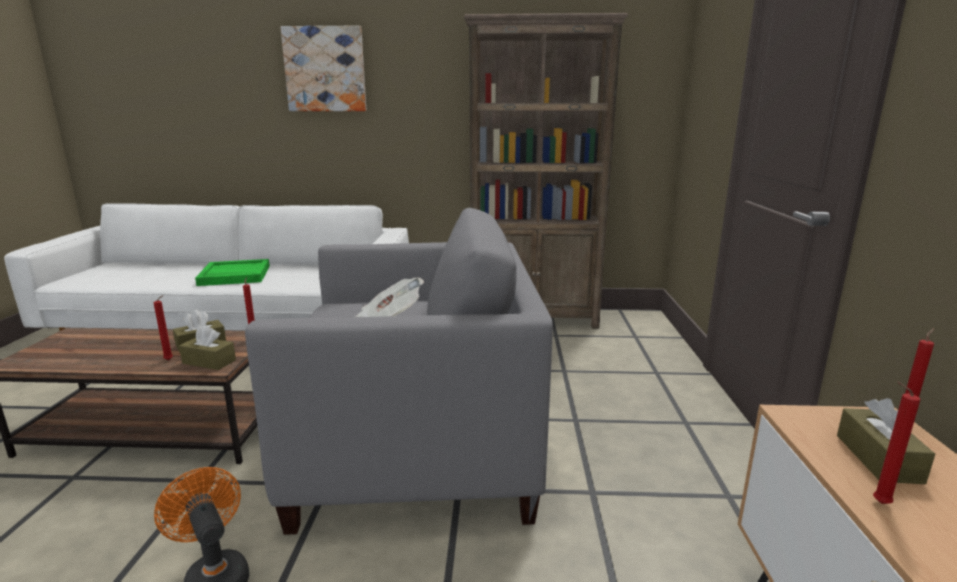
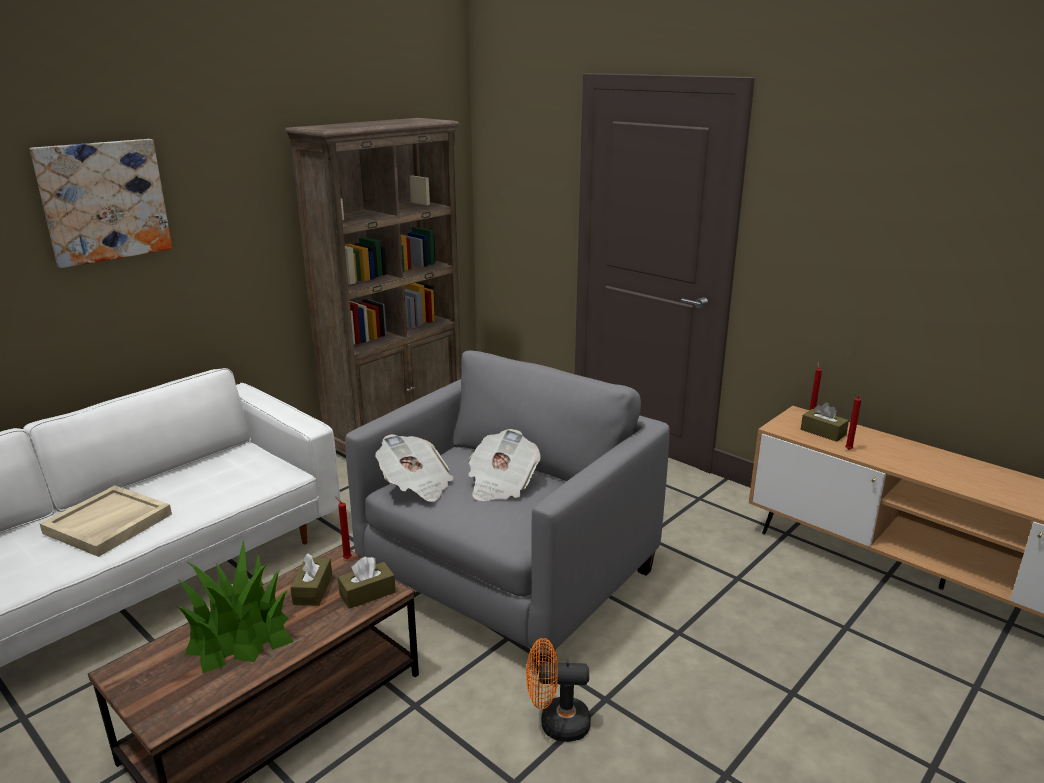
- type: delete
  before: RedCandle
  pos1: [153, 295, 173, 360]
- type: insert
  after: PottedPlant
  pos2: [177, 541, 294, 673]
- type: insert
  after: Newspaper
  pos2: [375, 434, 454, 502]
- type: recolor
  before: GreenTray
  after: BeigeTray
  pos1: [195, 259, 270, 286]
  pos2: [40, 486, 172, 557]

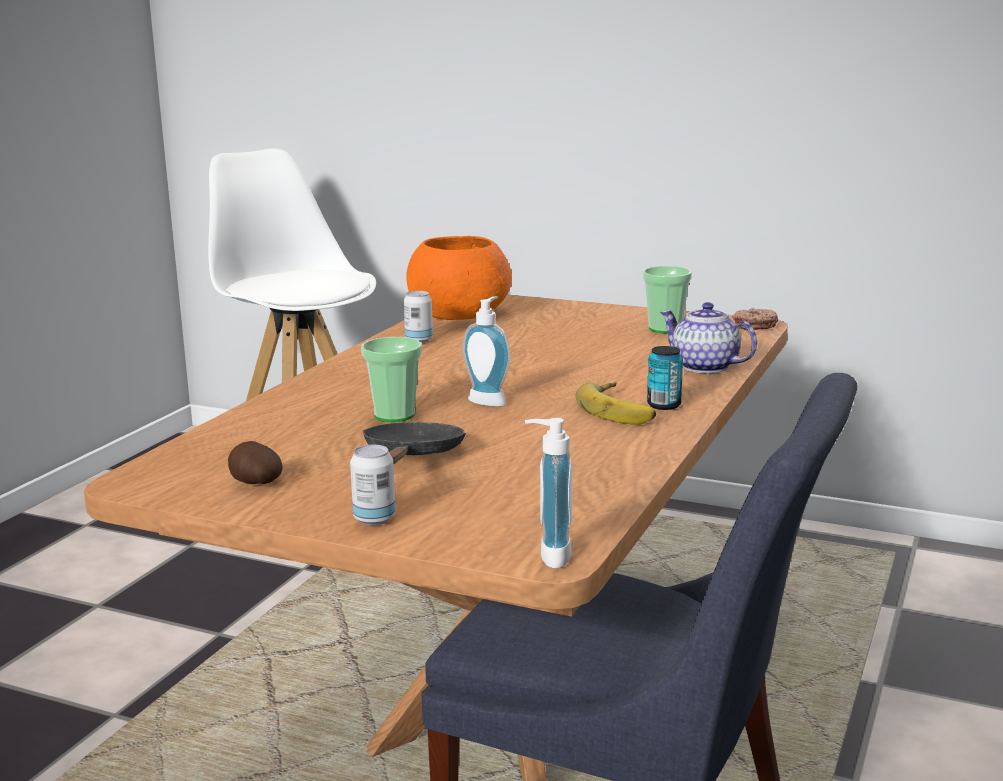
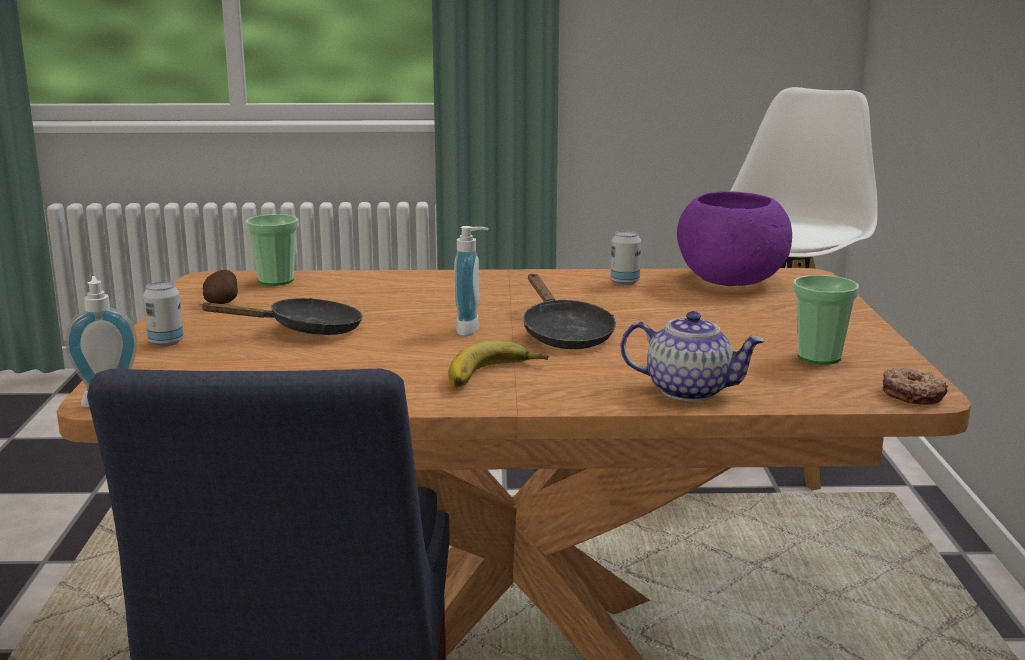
- type: delete
  before: Can
  pos1: [647, 346, 683, 410]
- type: insert
  after: BlackFryingPan
  pos2: [523, 274, 616, 349]
- type: move
  before: Cup
  pos1: [361, 337, 422, 422]
  pos2: [246, 214, 299, 286]
- type: recolor
  before: OrangeBowl
  after: PurpleBowl
  pos1: [406, 236, 512, 320]
  pos2: [677, 191, 792, 286]
- type: rotate
  before: Teapot
  pos1: [660, 302, 757, 373]
  pos2: [620, 311, 765, 402]
  turn: 90

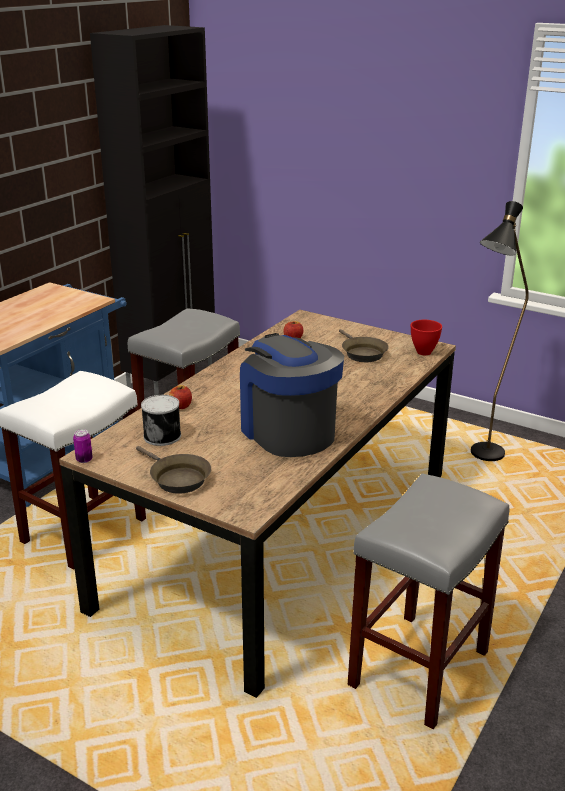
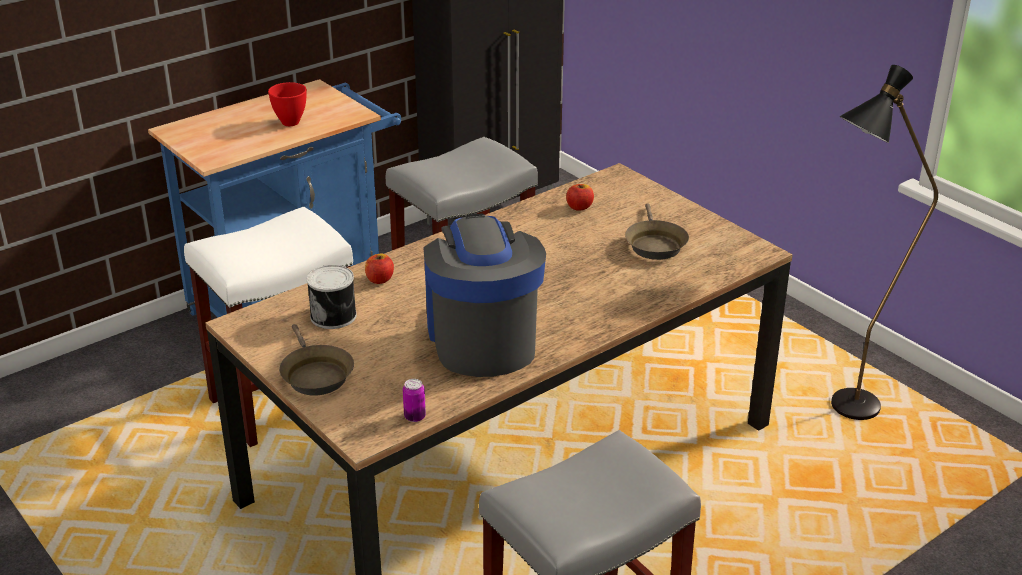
- type: move
  before: Can
  pos1: [73, 429, 93, 463]
  pos2: [403, 379, 426, 422]
- type: move
  before: RedBowl
  pos1: [411, 320, 442, 355]
  pos2: [268, 82, 307, 126]

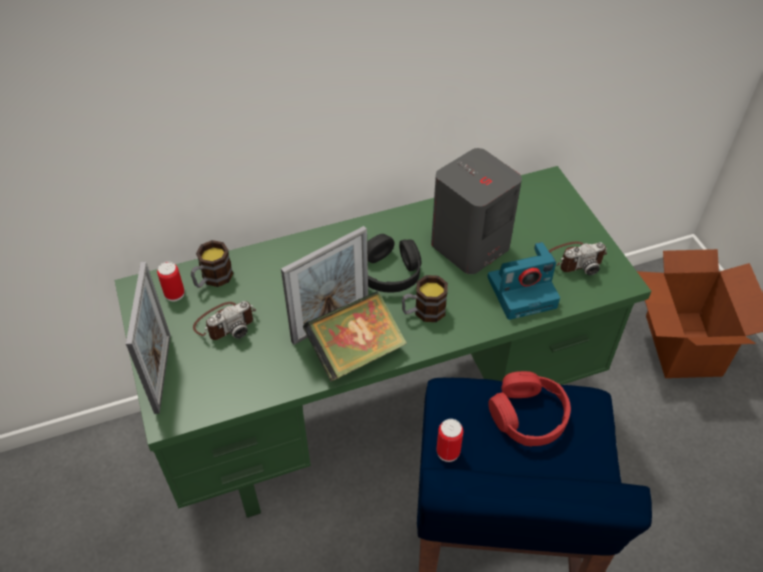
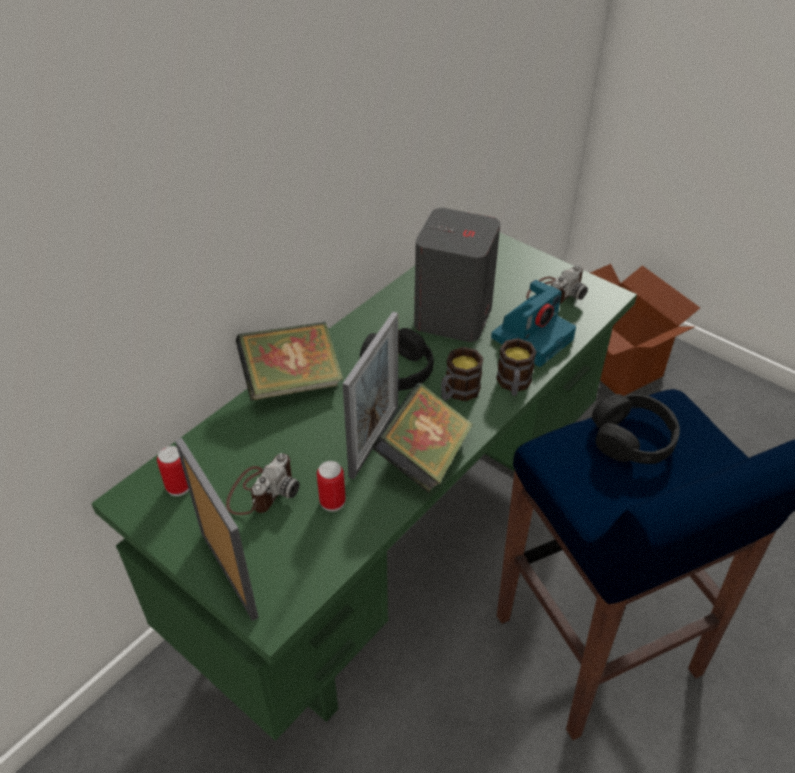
- type: insert
  after: Book
  pos2: [236, 322, 343, 401]
- type: move
  before: Mug
  pos1: [191, 240, 234, 288]
  pos2: [496, 338, 537, 396]
- type: move
  before: Can
  pos1: [436, 419, 463, 462]
  pos2: [317, 461, 346, 512]
- type: recolor
  before: RedHeadphones
  after: BlackHeadphones
  pos1: [488, 371, 571, 446]
  pos2: [592, 394, 680, 464]

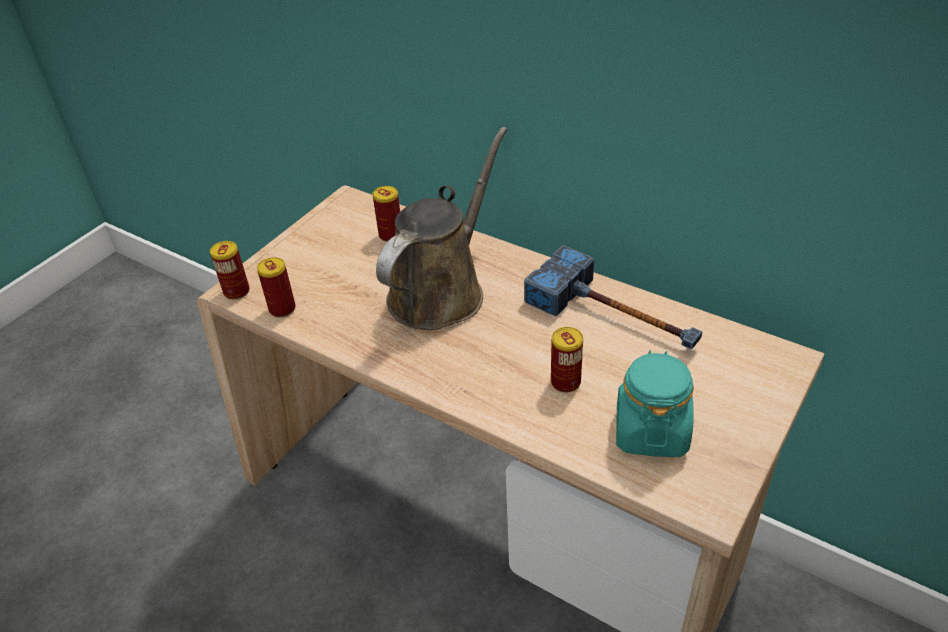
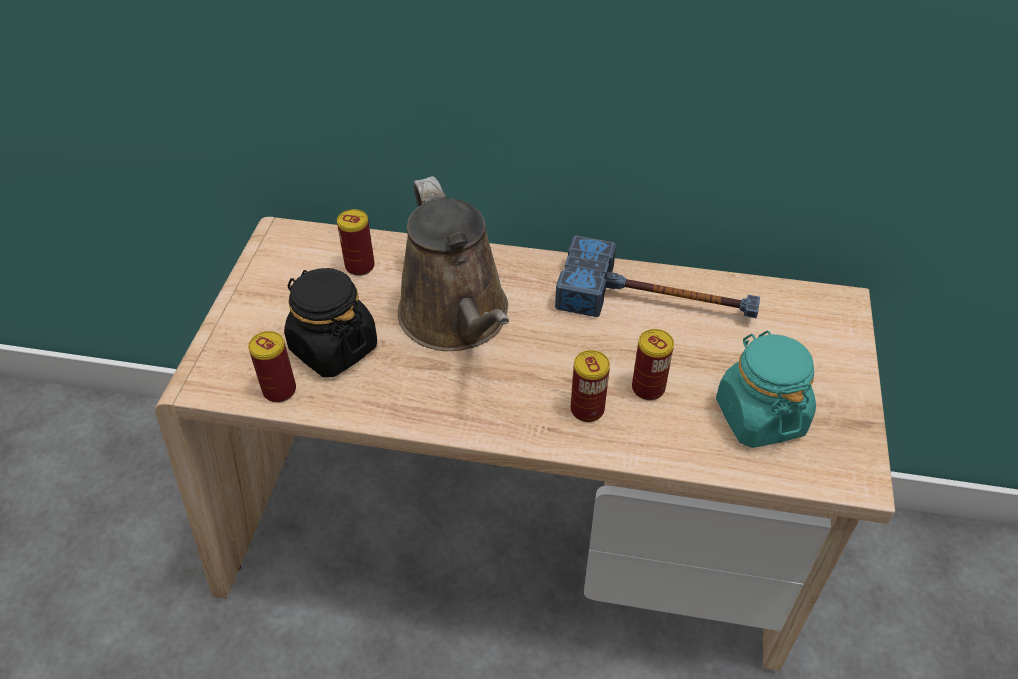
- type: insert
  after: BlackJar
  pos2: [284, 268, 377, 377]
- type: move
  before: Can
  pos1: [210, 241, 249, 300]
  pos2: [570, 350, 610, 422]
- type: rotate
  before: BrownWateringCan
  pos1: [376, 127, 507, 330]
  pos2: [398, 176, 509, 351]
  turn: 150

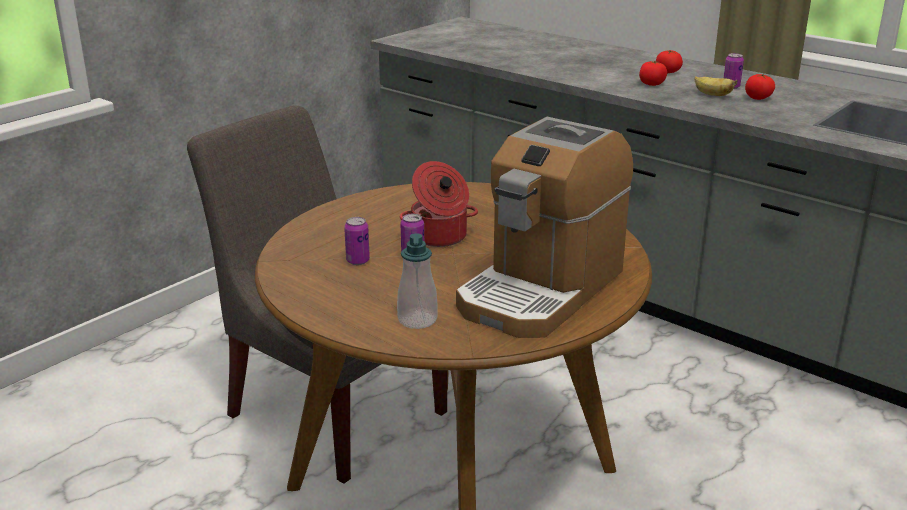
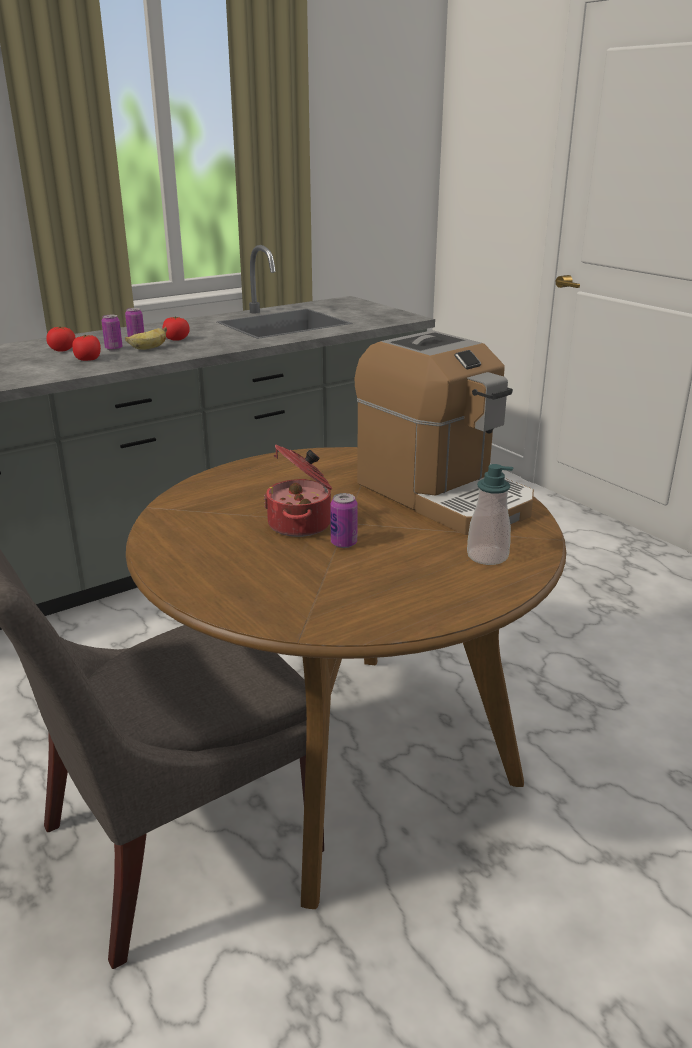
- type: move
  before: Can
  pos1: [344, 217, 370, 265]
  pos2: [102, 315, 123, 351]

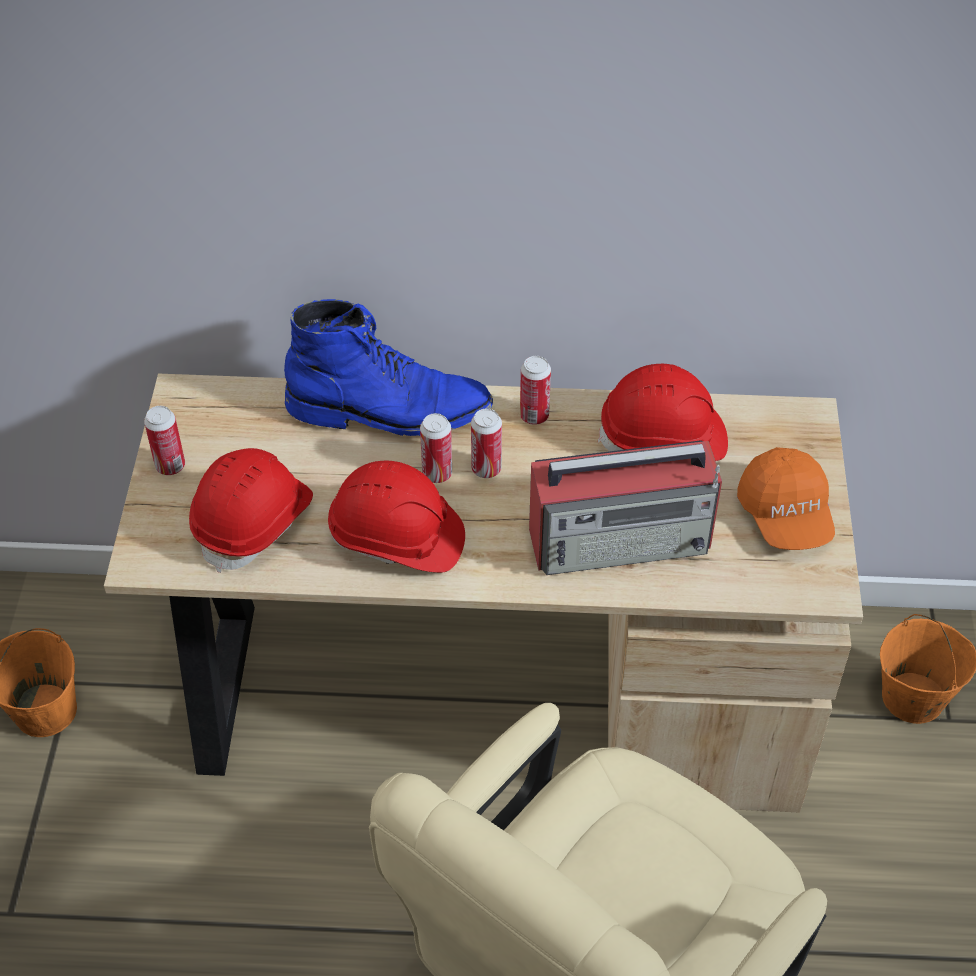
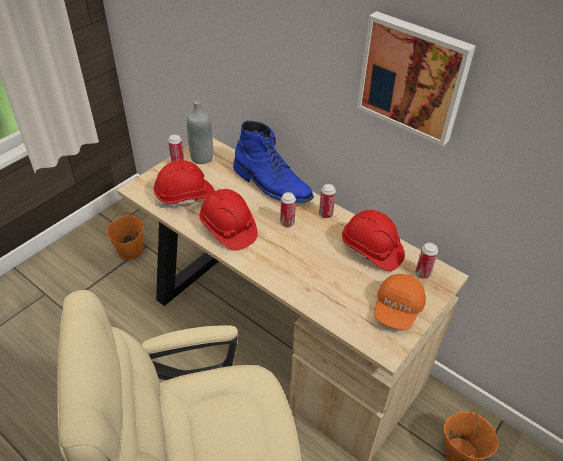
- type: delete
  before: Radio
  pos1: [529, 440, 722, 575]
- type: insert
  after: GreyBottle
  pos2: [187, 100, 213, 164]
- type: insert
  after: Picture
  pos2: [357, 11, 476, 146]
- type: move
  before: Can
  pos1: [420, 413, 452, 483]
  pos2: [415, 242, 438, 279]

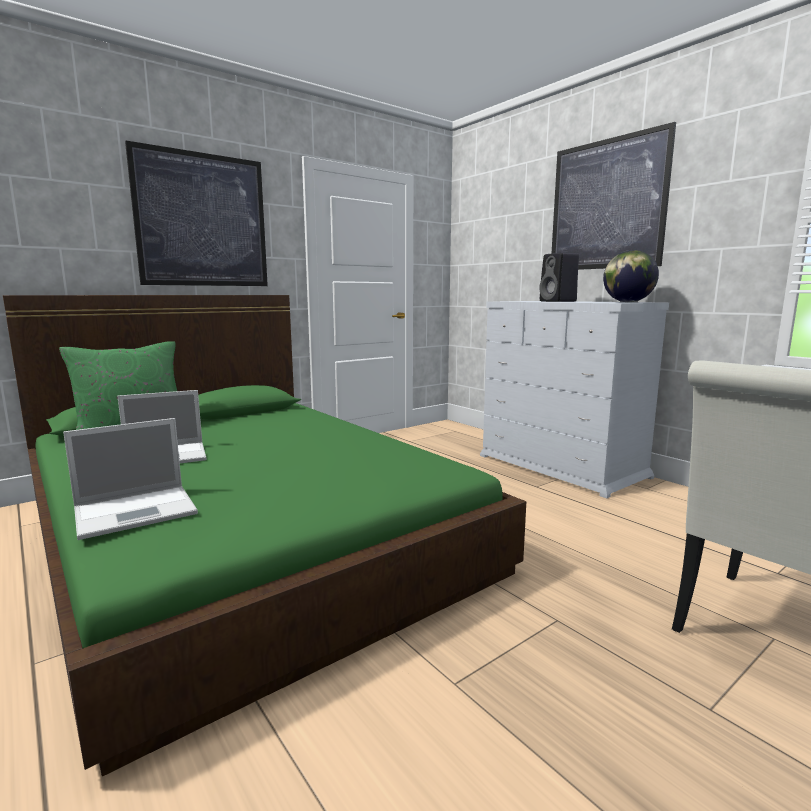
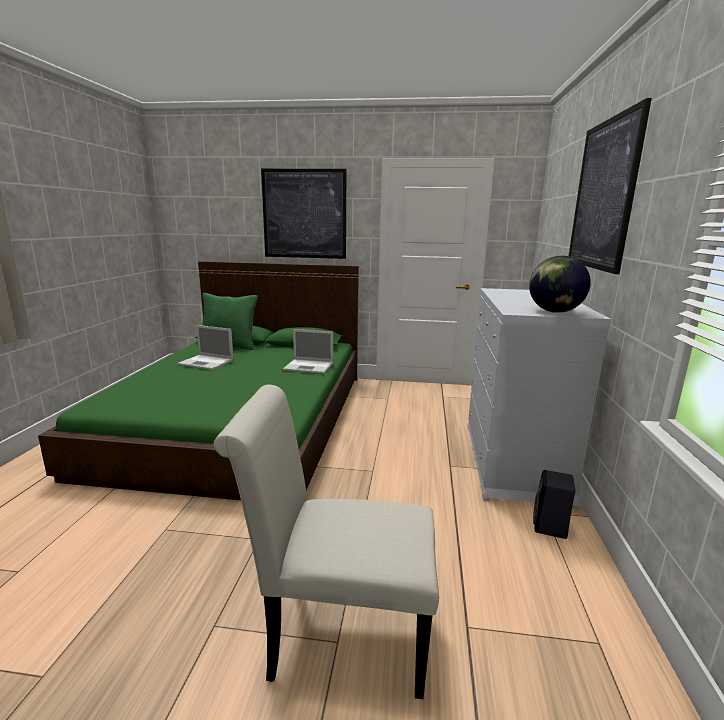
- type: move
  before: Laptop
  pos1: [63, 418, 198, 540]
  pos2: [283, 329, 333, 374]
- type: move
  before: BlackSpeaker
  pos1: [539, 253, 579, 302]
  pos2: [533, 470, 575, 539]

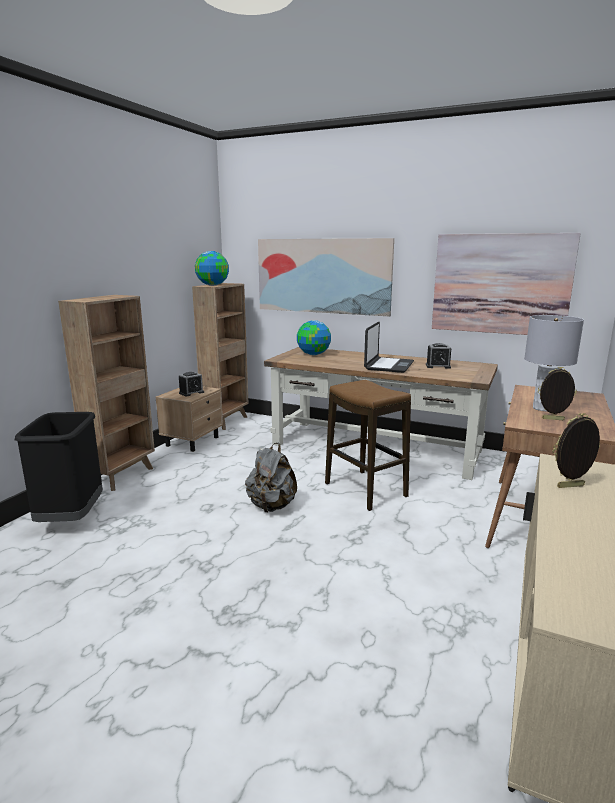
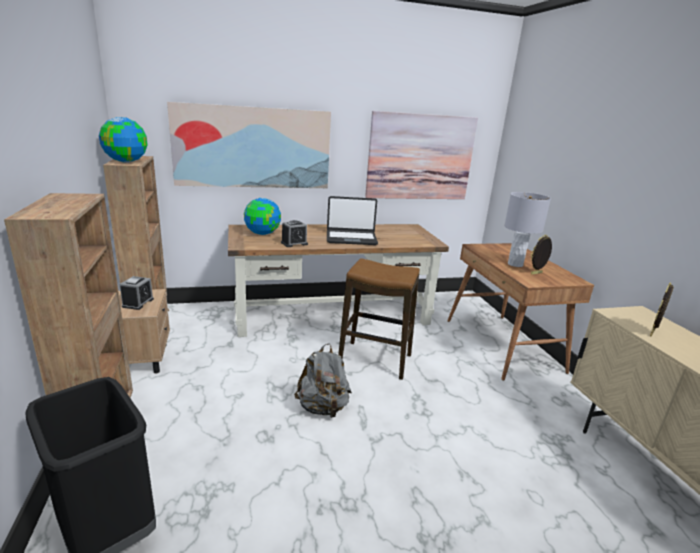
- type: move
  before: AlarmClock
  pos1: [426, 343, 451, 369]
  pos2: [281, 220, 308, 247]
- type: rotate
  before: Laptop
  pos1: [364, 322, 414, 373]
  pos2: [327, 196, 378, 245]
  turn: 105

